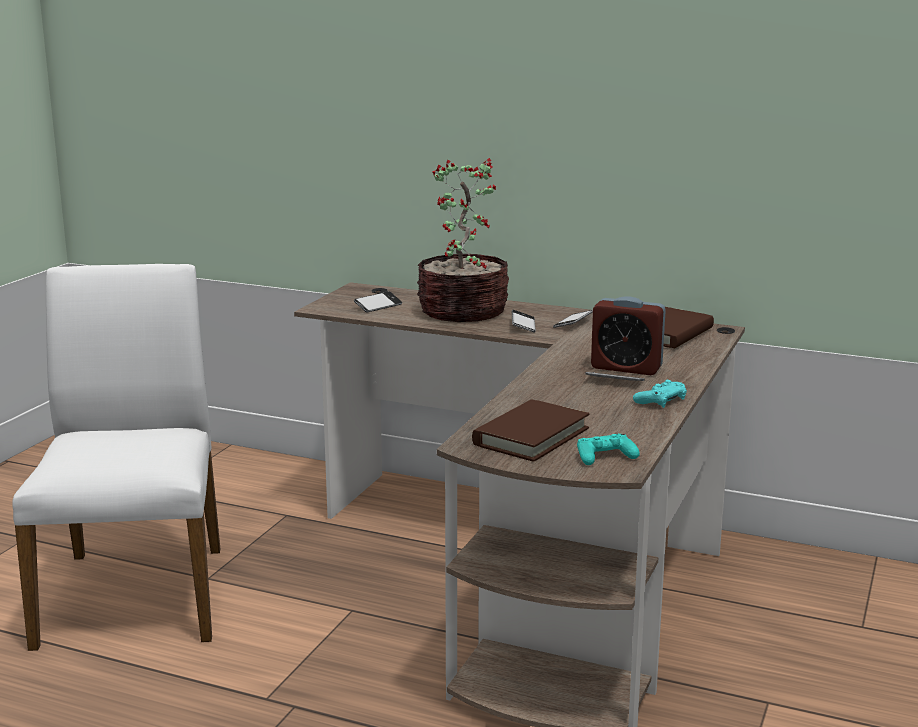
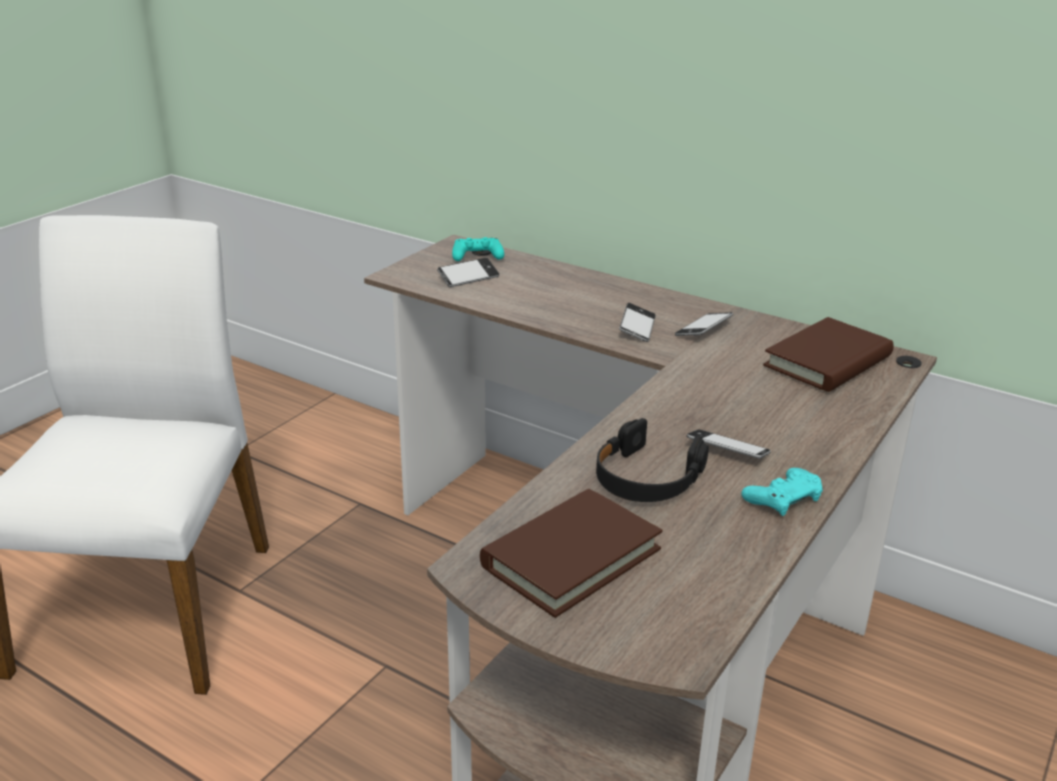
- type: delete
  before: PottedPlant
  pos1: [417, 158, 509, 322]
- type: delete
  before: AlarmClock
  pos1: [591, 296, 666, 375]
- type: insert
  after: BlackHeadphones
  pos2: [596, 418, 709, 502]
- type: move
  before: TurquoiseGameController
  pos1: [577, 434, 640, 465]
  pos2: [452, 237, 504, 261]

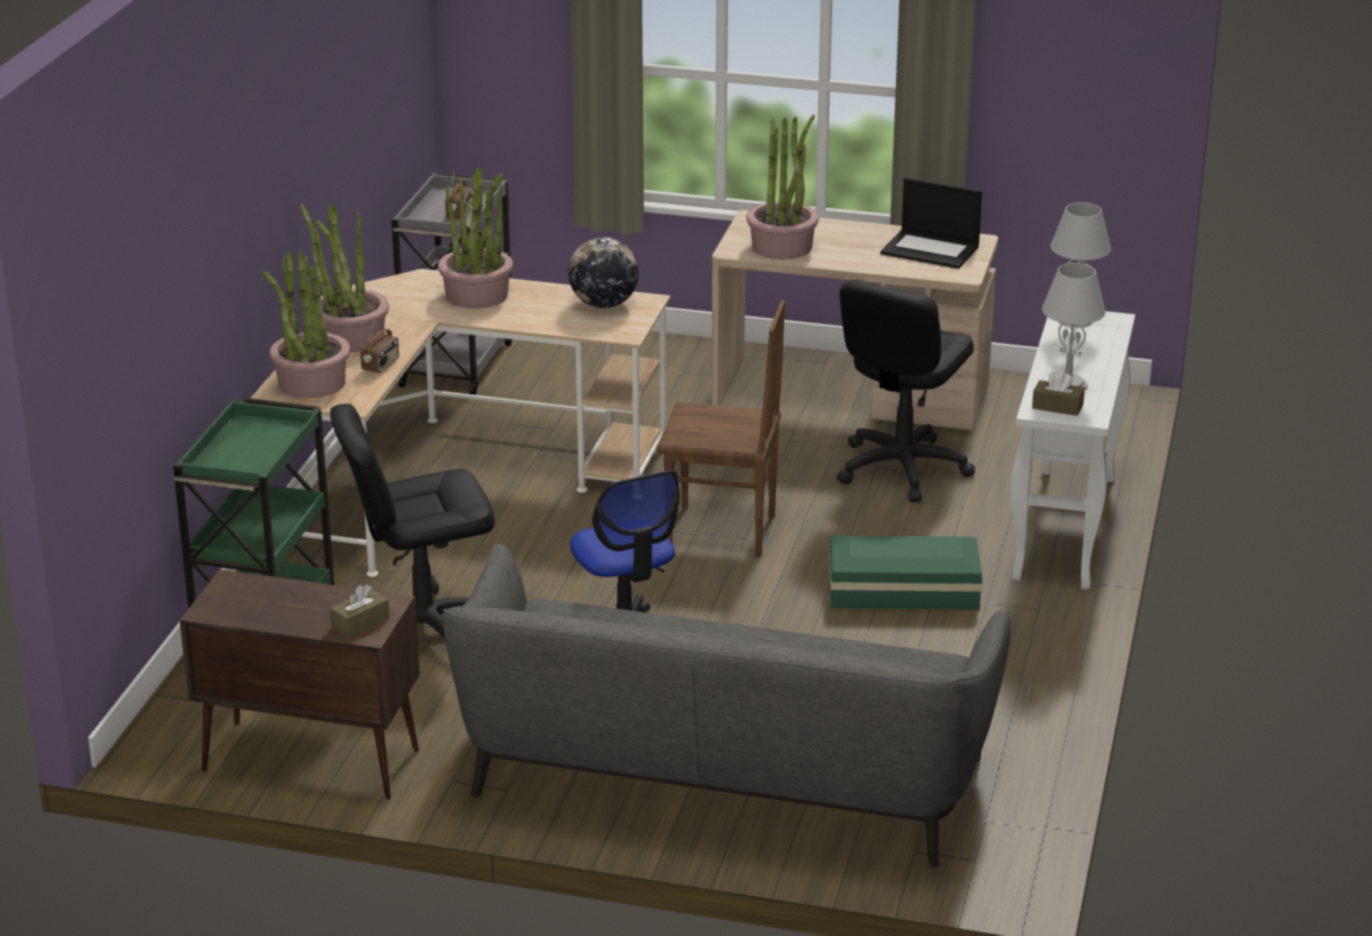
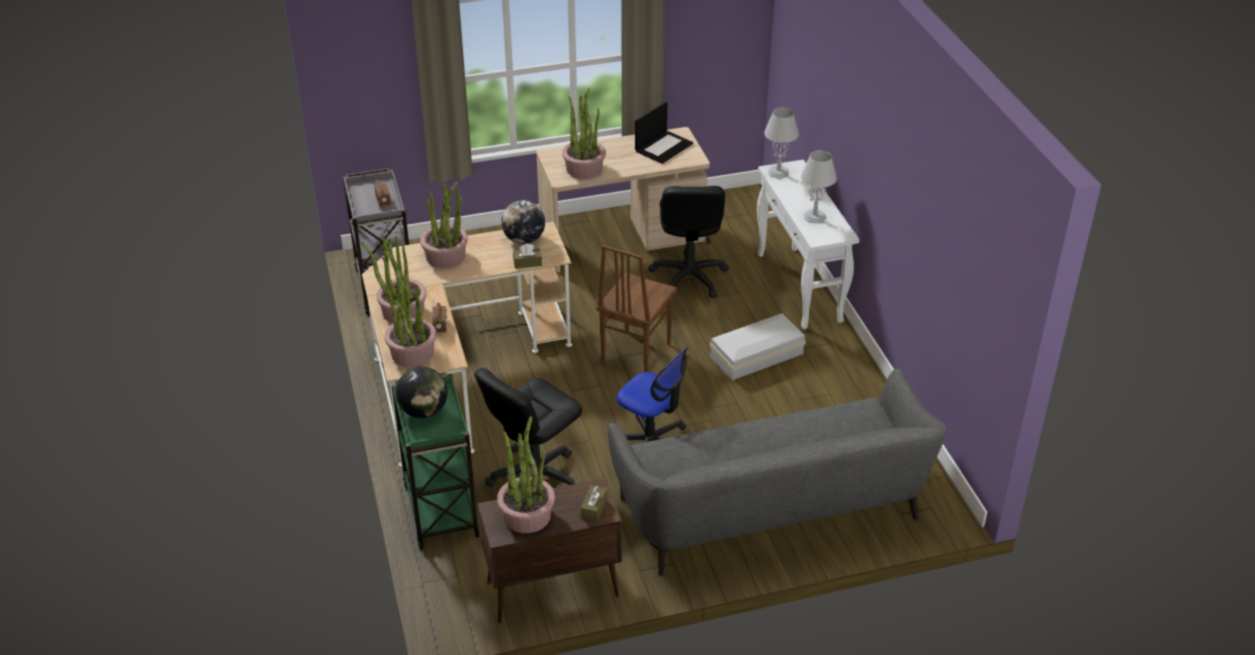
- type: insert
  after: Globe
  pos2: [396, 367, 447, 418]
- type: insert
  after: PottedPlant
  pos2: [497, 416, 555, 533]
- type: move
  before: BrownTissueBox
  pos1: [1032, 370, 1085, 416]
  pos2: [513, 244, 542, 269]
- type: recolor
  before: GreenStorageBox
  after: WhiteStorageBox
  pos1: [829, 535, 983, 610]
  pos2: [710, 313, 806, 380]
- type: rotate
  before: BrownChair
  pos1: [657, 300, 785, 557]
  pos2: [596, 245, 677, 372]
  turn: 135
- type: rotate
  before: Laptop
  pos1: [881, 177, 982, 269]
  pos2: [635, 102, 693, 164]
  turn: -45

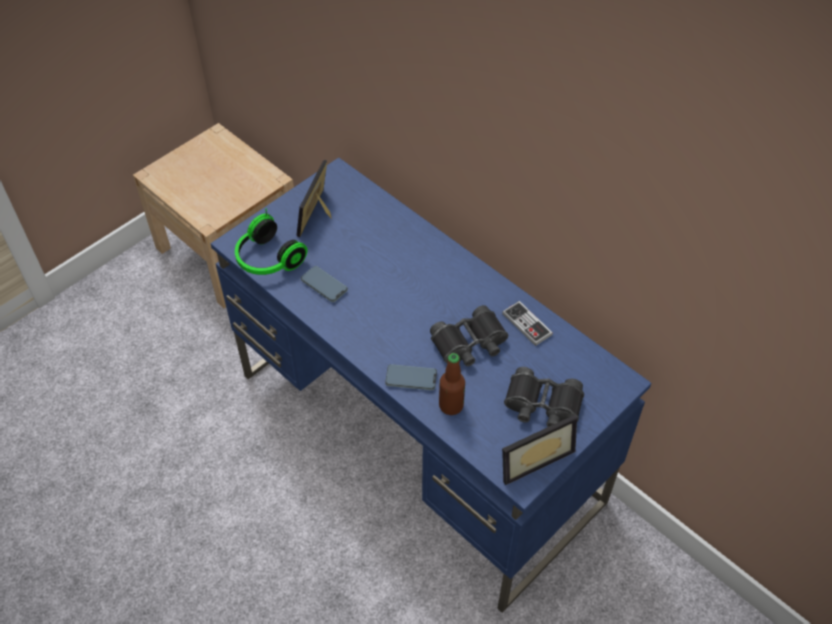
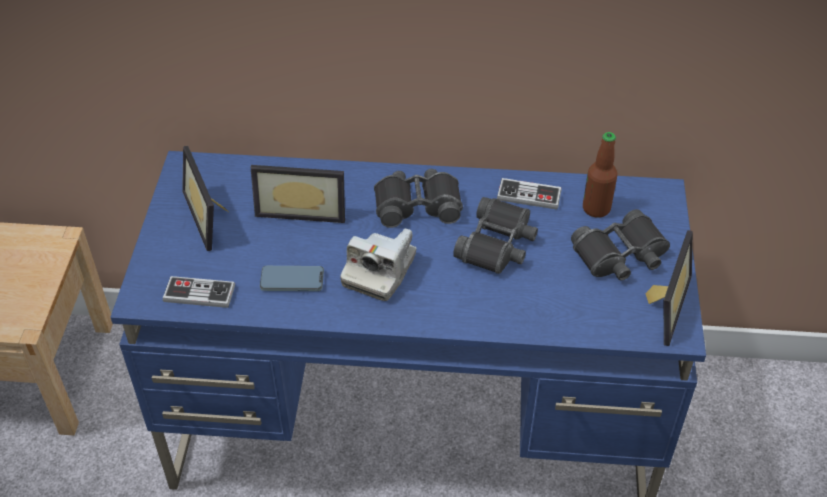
- type: delete
  before: Phone
  pos1: [385, 364, 437, 390]
- type: insert
  after: PictureFrame
  pos2: [251, 165, 345, 223]
- type: insert
  after: PhotoCamera
  pos2: [340, 228, 417, 301]
- type: insert
  after: BlackBinoculars
  pos2: [374, 169, 463, 228]
- type: move
  before: Bottle
  pos1: [439, 353, 465, 415]
  pos2: [583, 132, 617, 218]
- type: replace
  before: Headphones
  after: GameController
  pos1: [235, 208, 307, 275]
  pos2: [163, 276, 235, 308]

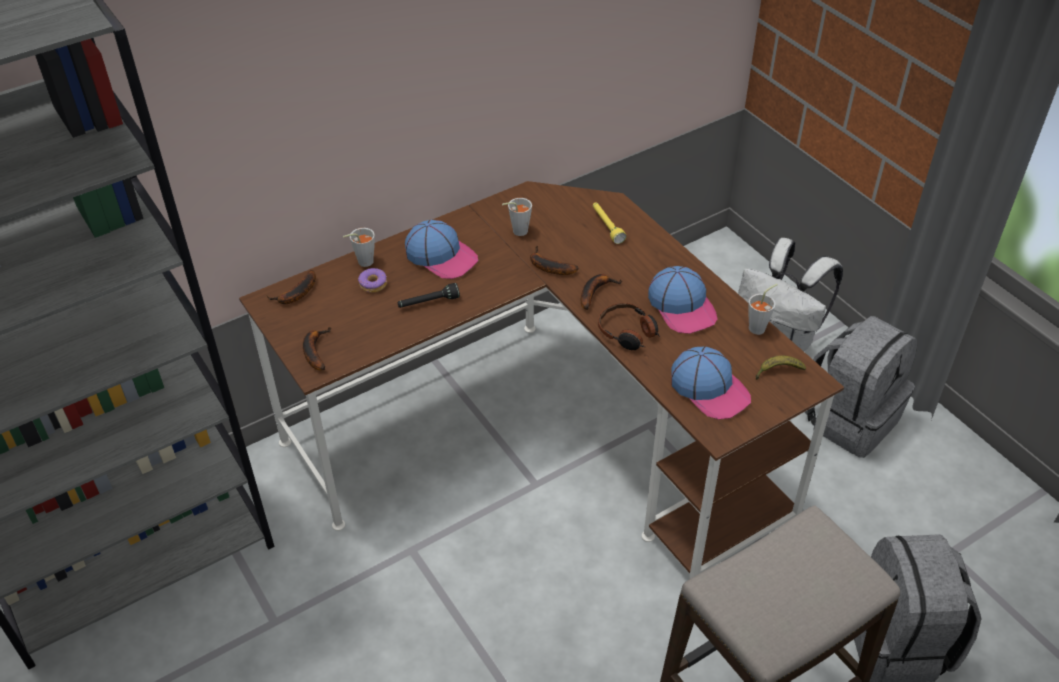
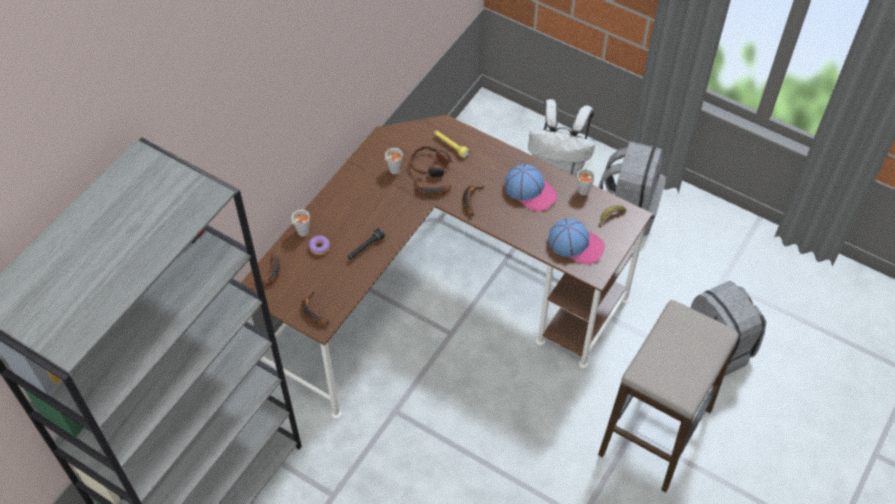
- type: delete
  before: Cap
  pos1: [405, 220, 478, 279]
- type: move
  before: Headphones
  pos1: [598, 303, 660, 350]
  pos2: [410, 146, 452, 177]

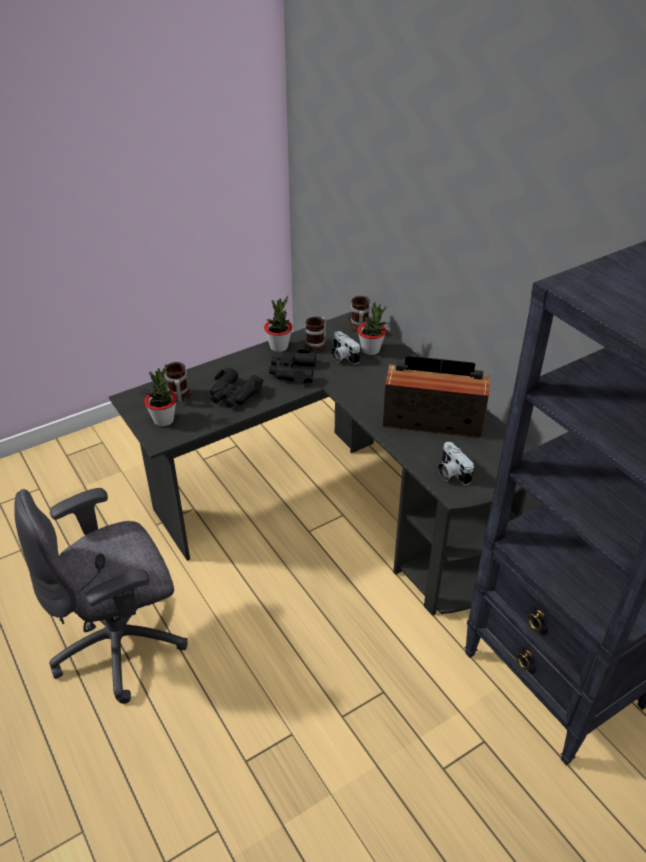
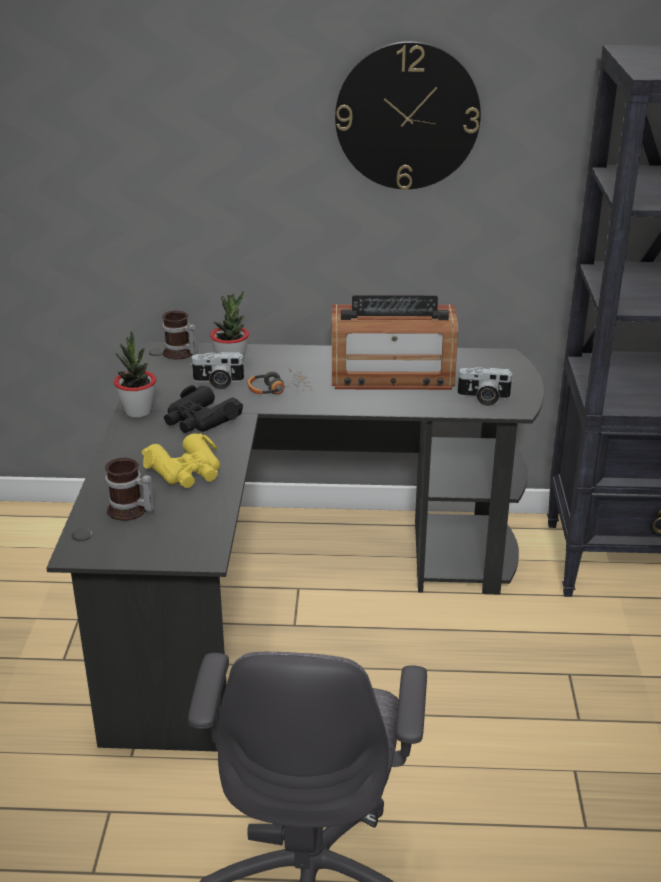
- type: delete
  before: PottedPlant
  pos1: [144, 364, 177, 427]
- type: delete
  before: Mug
  pos1: [304, 317, 327, 354]
- type: insert
  after: Headphones
  pos2: [248, 368, 312, 394]
- type: insert
  after: WallClock
  pos2: [335, 41, 481, 190]
- type: recolor
  before: BlackBinoculars
  after: YellowBinoculars
  pos1: [210, 368, 263, 408]
  pos2: [142, 433, 220, 488]
- type: rotate
  before: Radio
  pos1: [383, 356, 490, 438]
  pos2: [332, 295, 458, 390]
  turn: -135

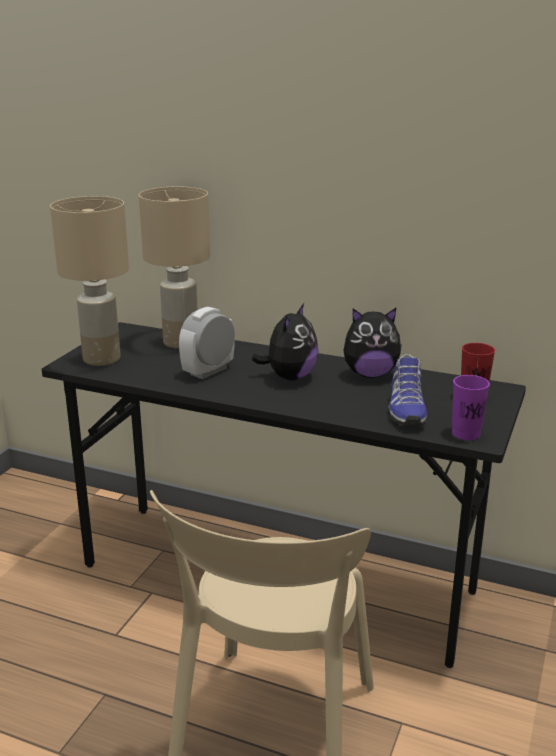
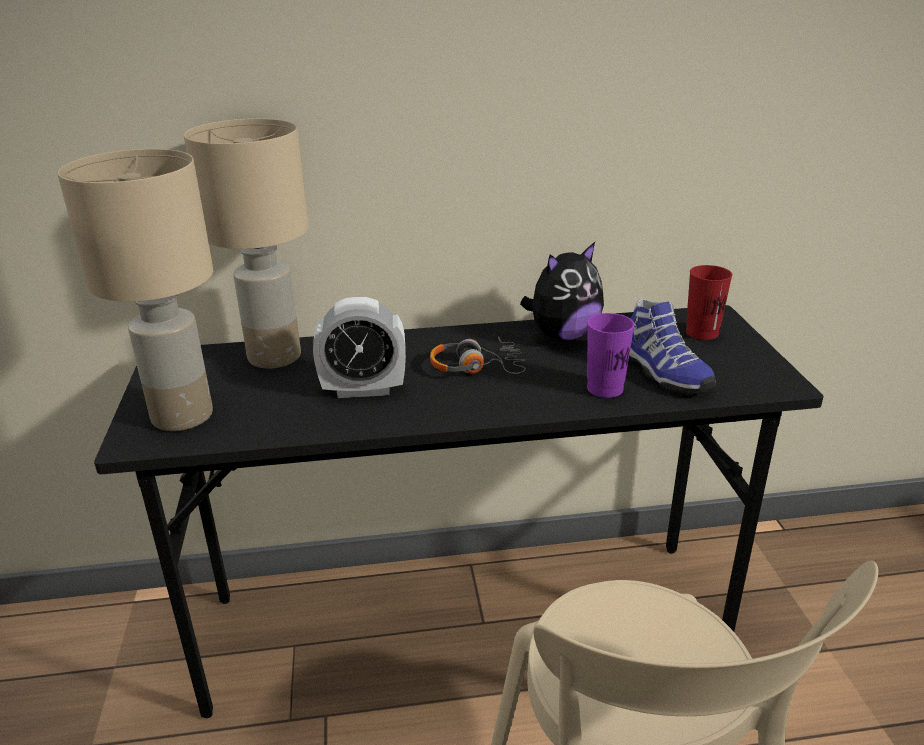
- type: move
  before: PurpleCup
  pos1: [452, 375, 490, 440]
  pos2: [587, 313, 635, 398]
- type: replace
  before: PlushToy
  after: Headphones
  pos1: [252, 303, 318, 381]
  pos2: [430, 337, 526, 374]
- type: rotate
  before: AlarmClock
  pos1: [179, 307, 235, 379]
  pos2: [313, 297, 406, 398]
  turn: -105

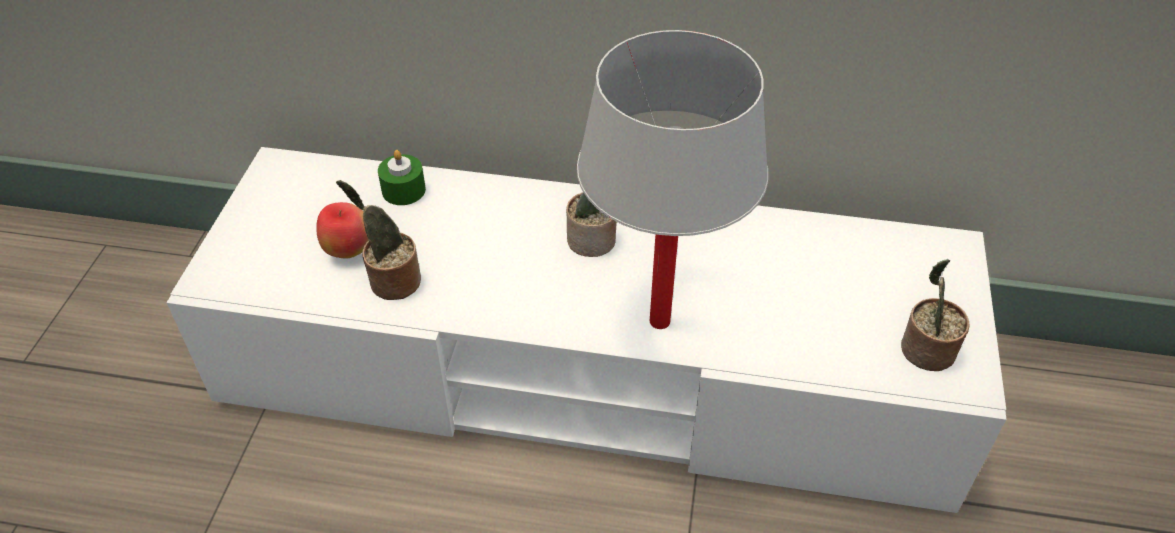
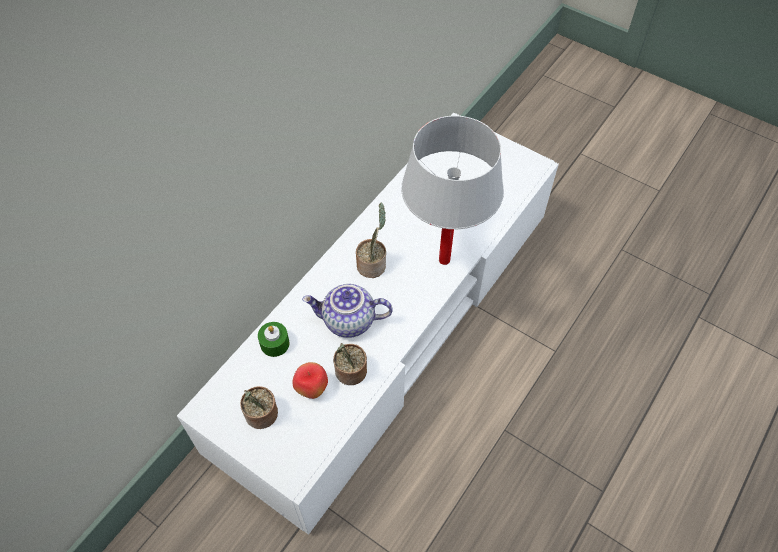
- type: insert
  after: Teapot
  pos2: [302, 284, 393, 338]
- type: move
  before: PottedPlant
  pos1: [901, 259, 969, 371]
  pos2: [240, 386, 278, 429]

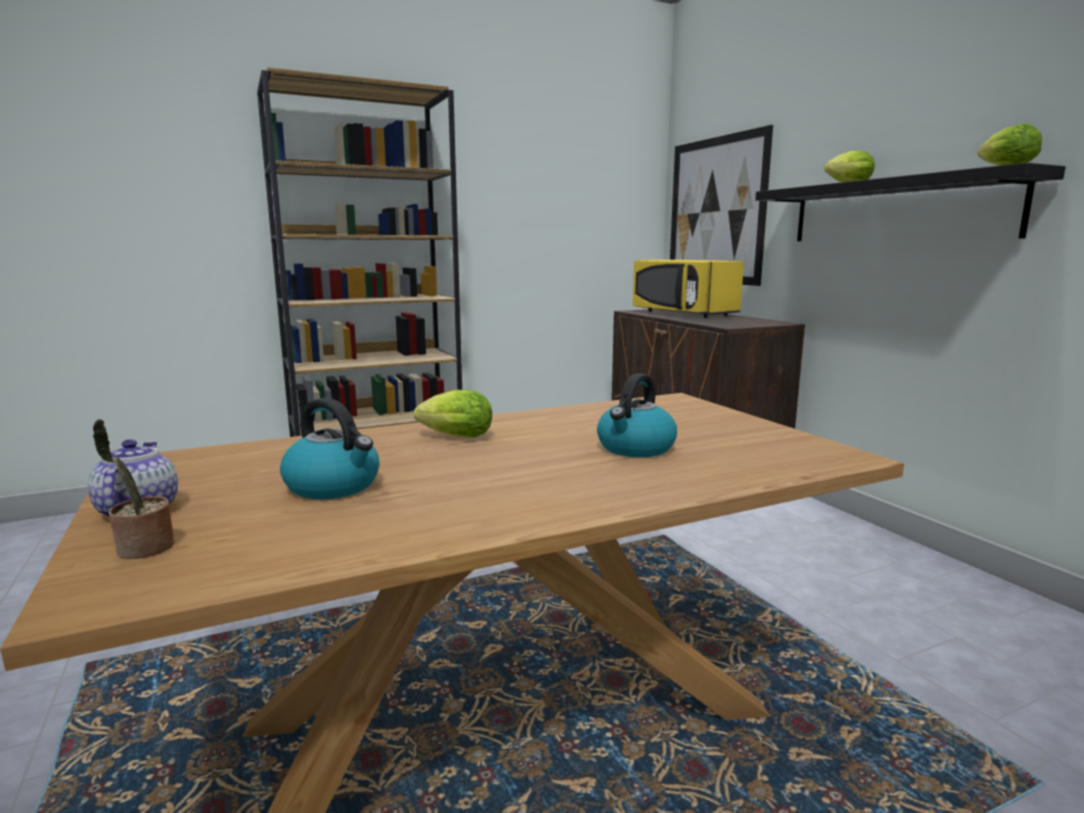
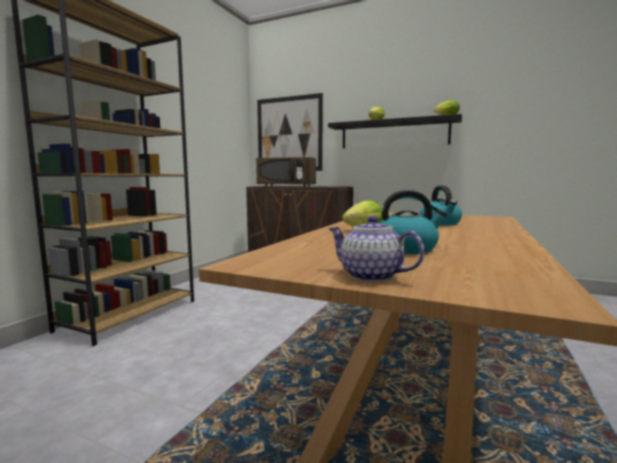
- type: delete
  before: PottedPlant
  pos1: [92, 419, 174, 559]
- type: recolor
  before: YellowMicrowave
  after: BrownMicrowave
  pos1: [633, 260, 744, 318]
  pos2: [256, 157, 316, 187]

